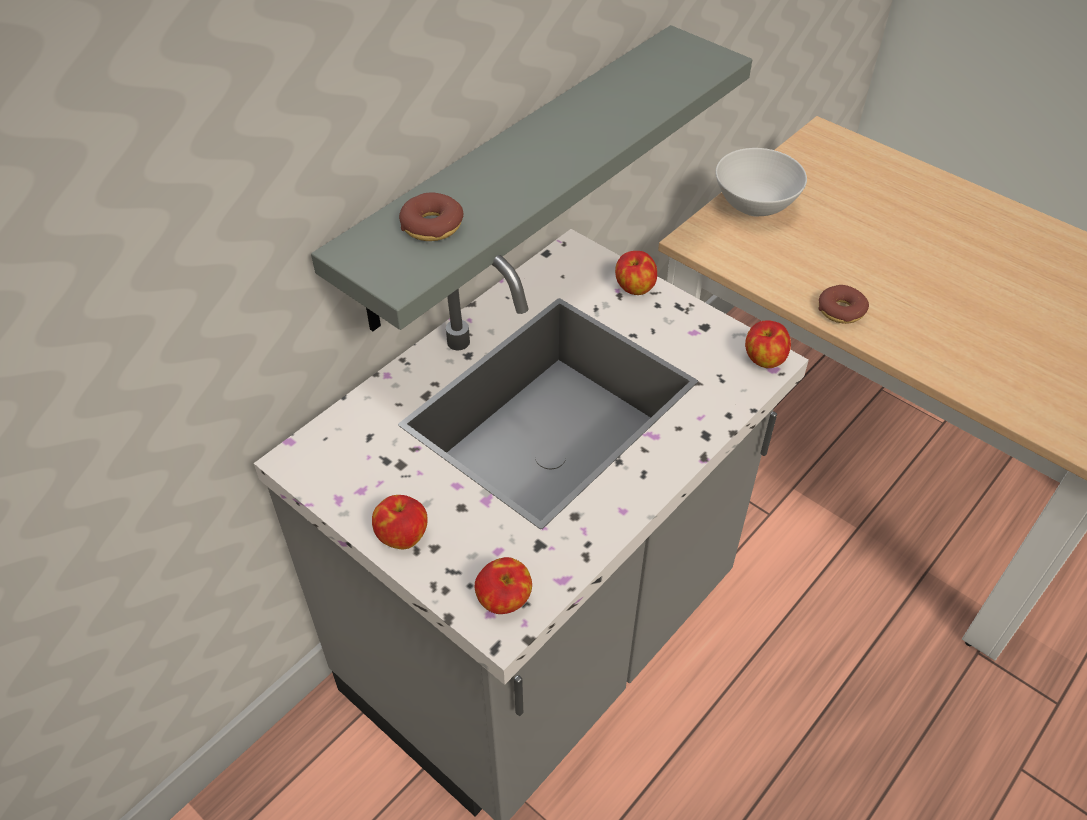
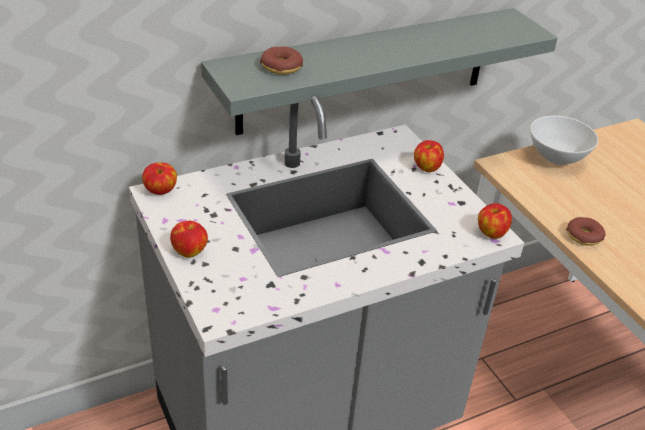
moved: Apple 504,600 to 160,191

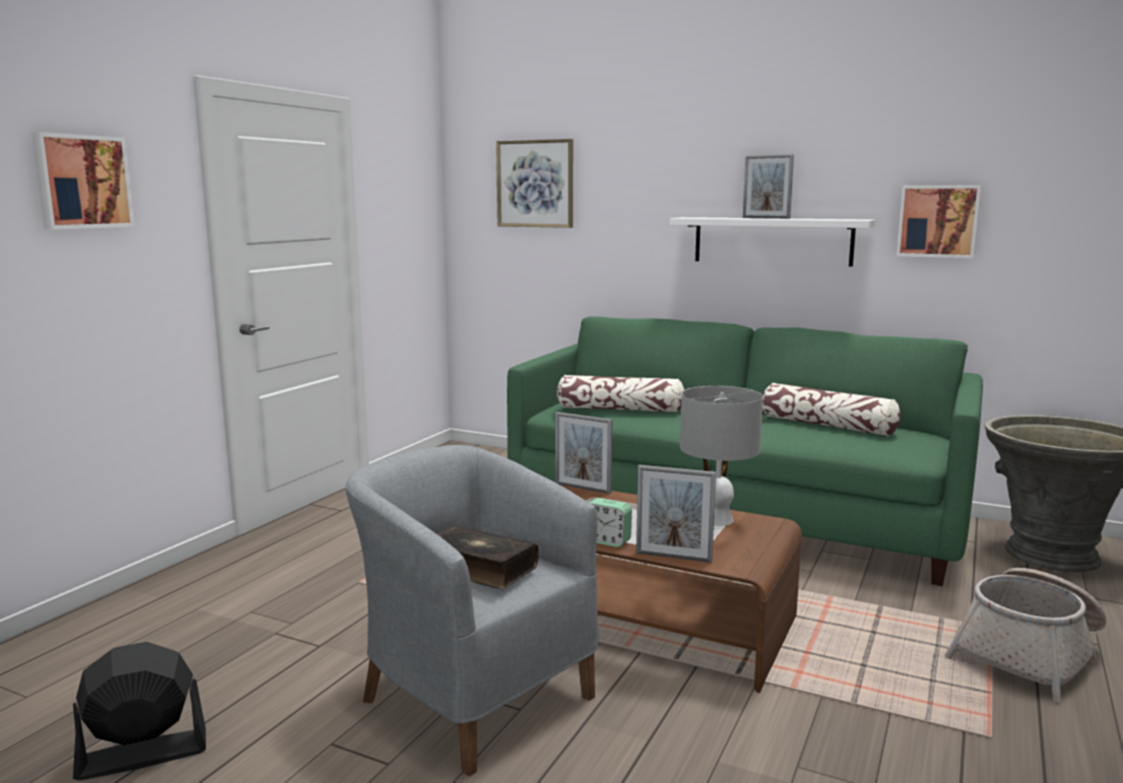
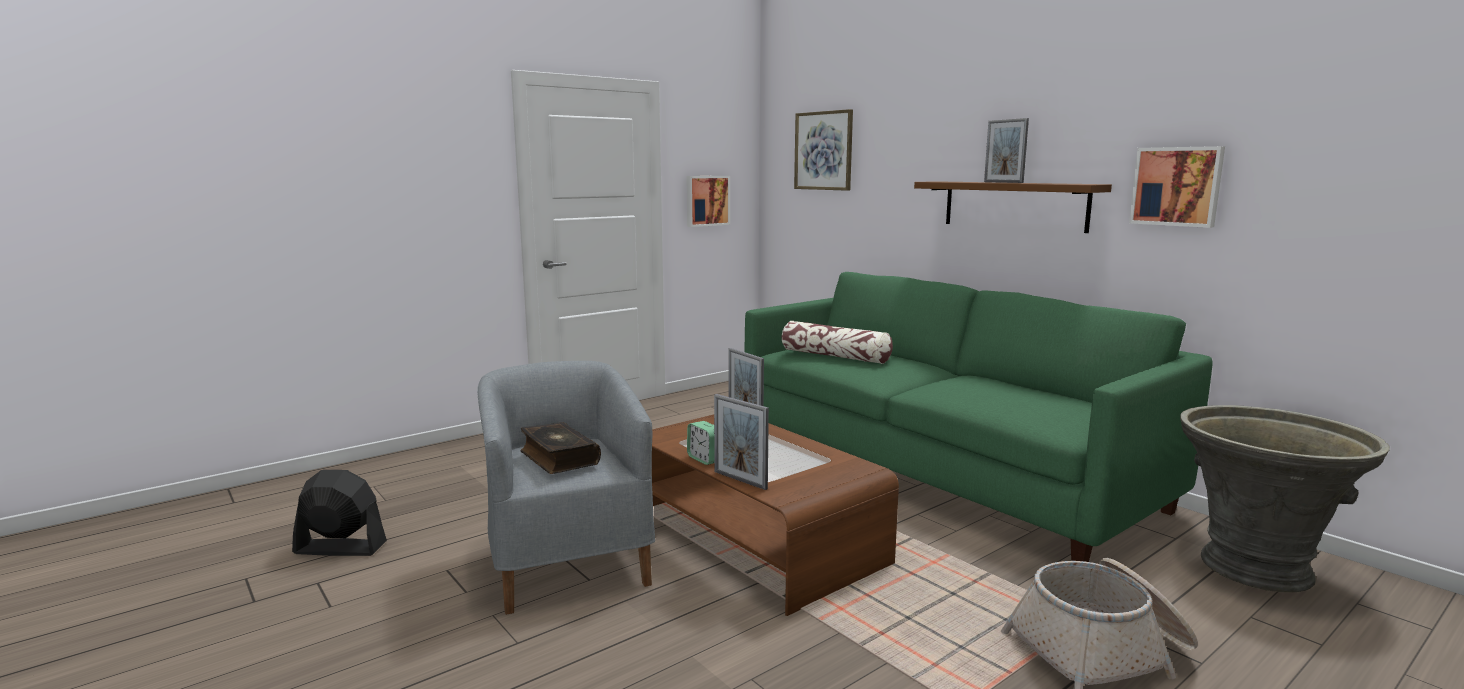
removed: Pillow 828,425; GreyTableLamp 716,519
moved: Picture 82,182 to 707,200
recoloured: WhiteShelf 772,241 to BrownShelf 1014,205

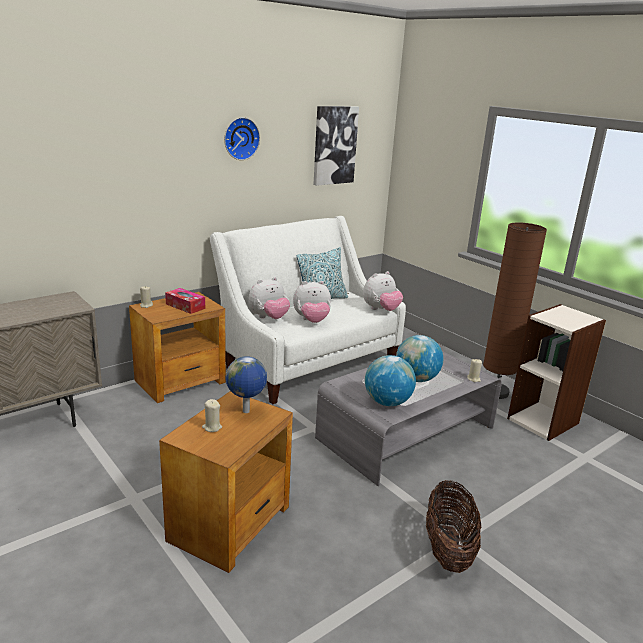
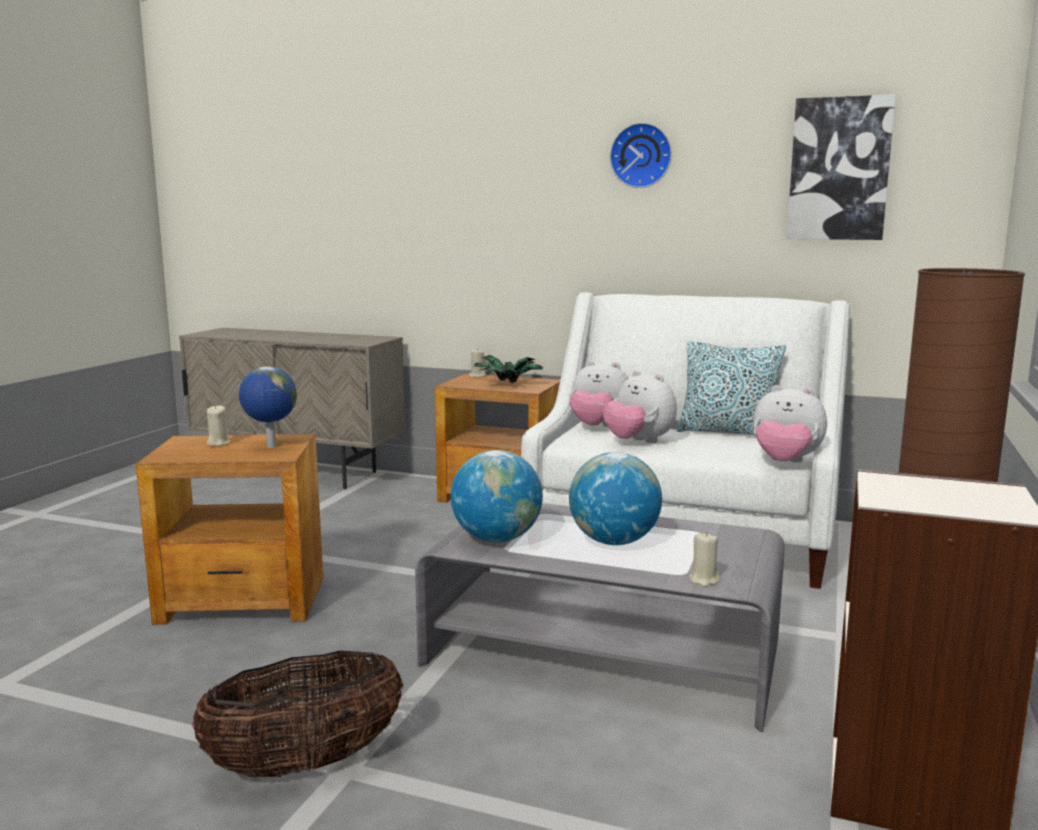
replaced: TissueBox 185,306 to PottedPlant 507,384

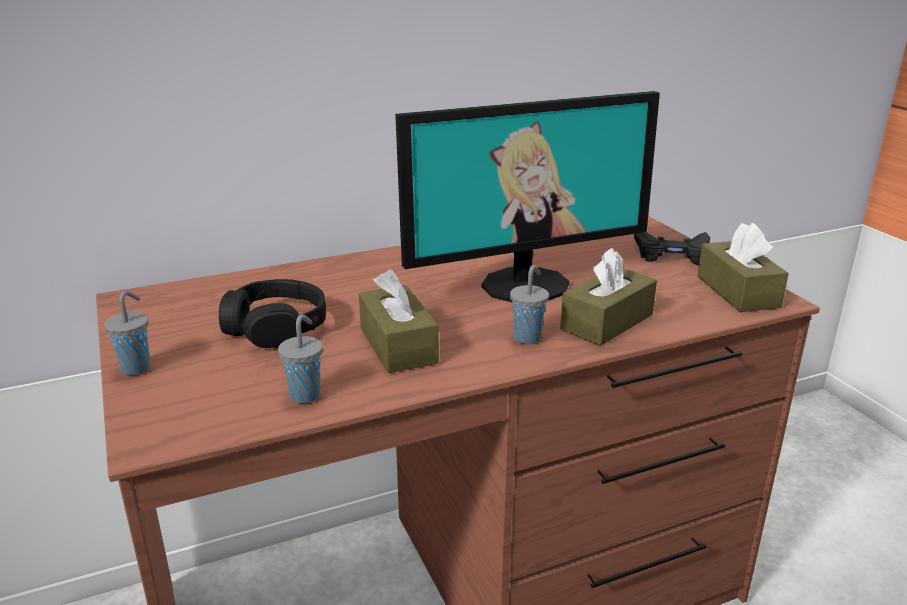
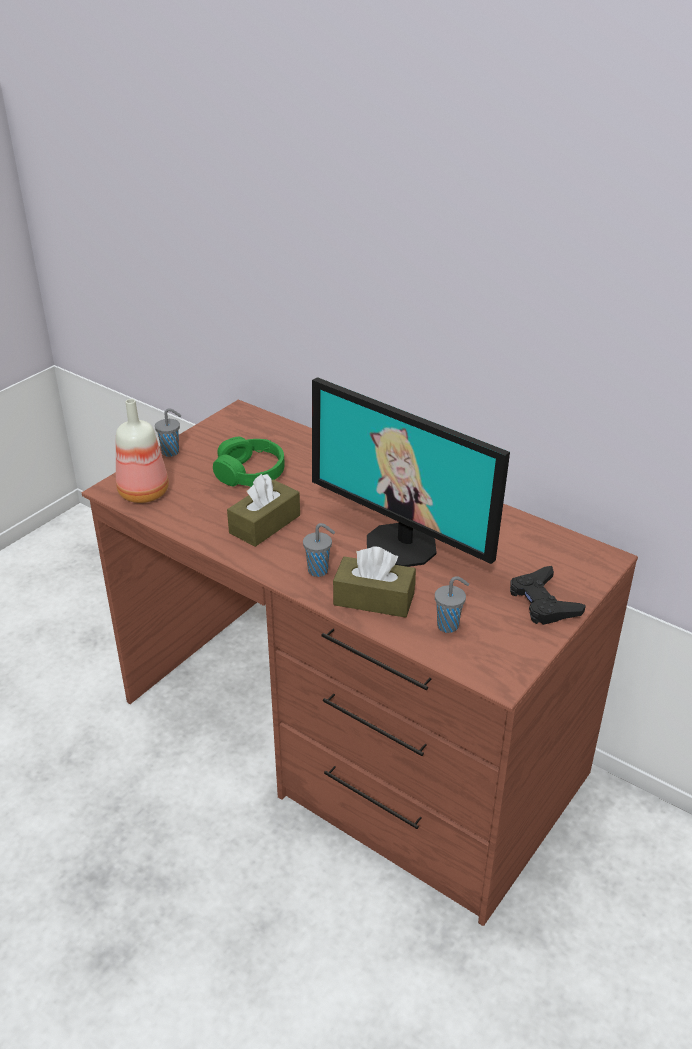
removed: BrownTissueBox 737,291
added: Bottle 145,493
moved: GreyCup 306,395 to 449,626
recoloured: BlackHeadphones 275,327 to GreenHeadphones 250,473

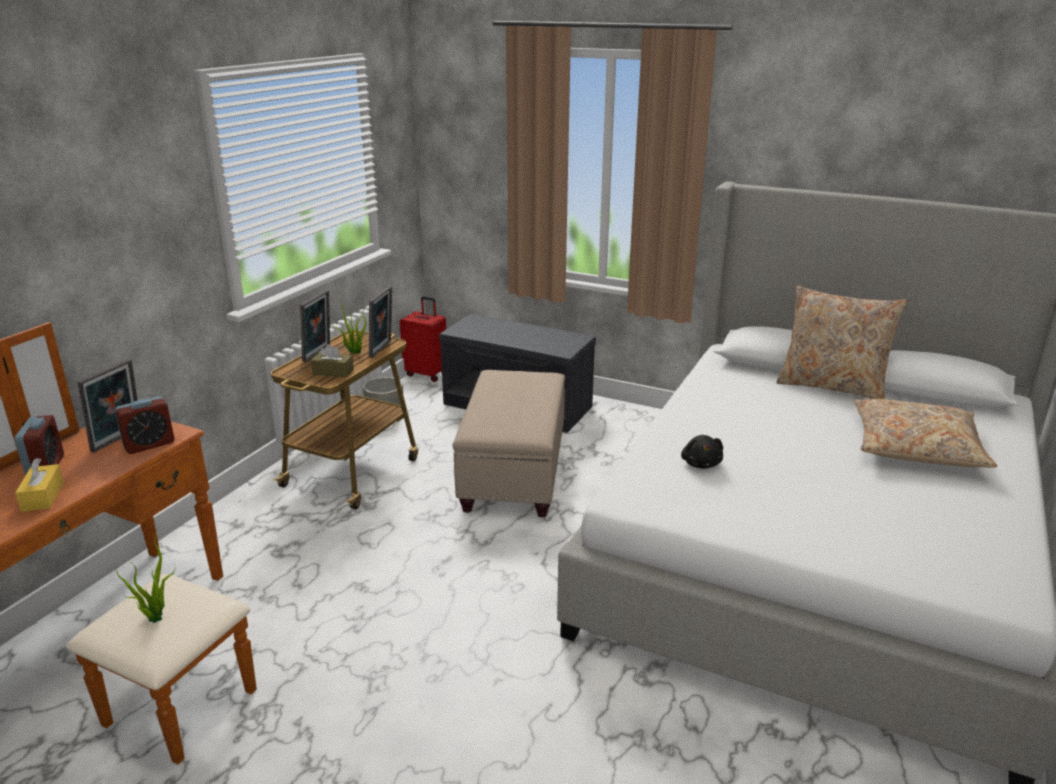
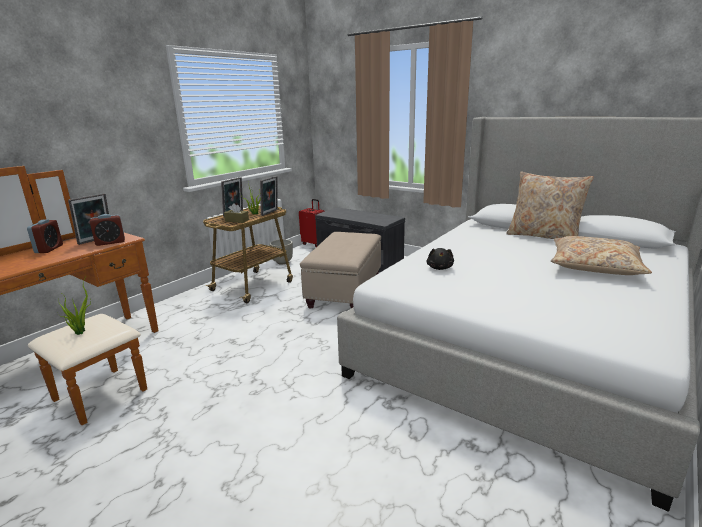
removed: YellowTissueBox 42,496

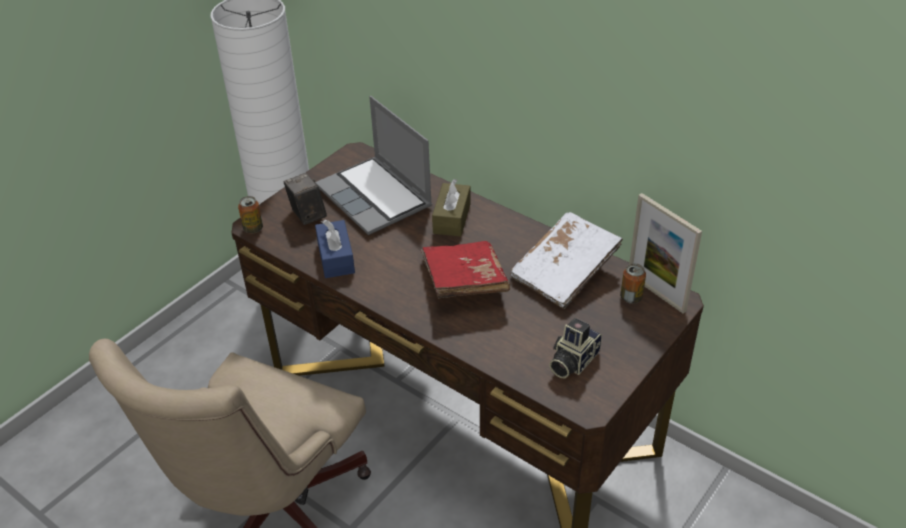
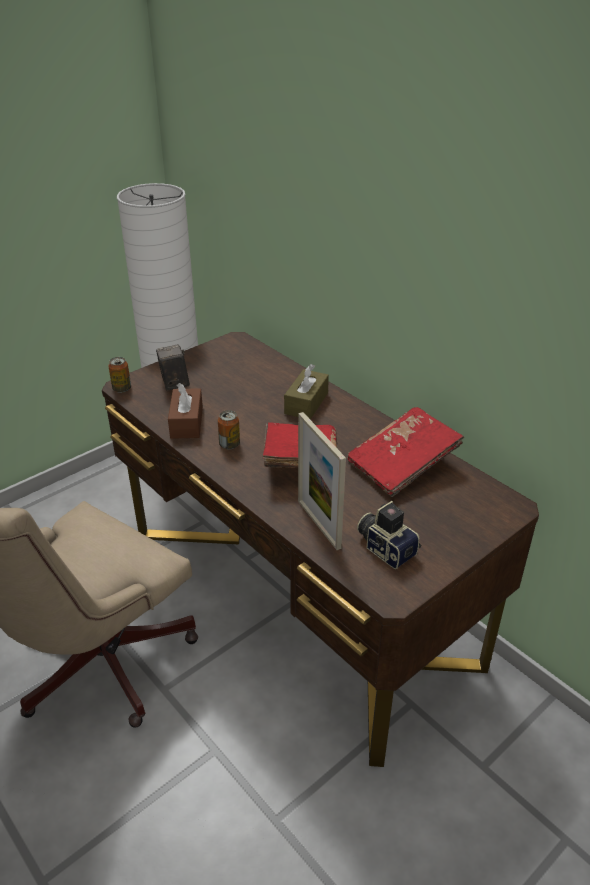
removed: Laptop 376,197
moved: PictureFrame 656,292 to 318,524; Can 631,297 to 229,444
recoloured: WhiteBook 565,272 to RedBook 403,464; BlueTissueBox 336,258 to BrownTissueBox 186,422
turned: PhotoCamera 572,361 = 386,547 90 degrees clockwise

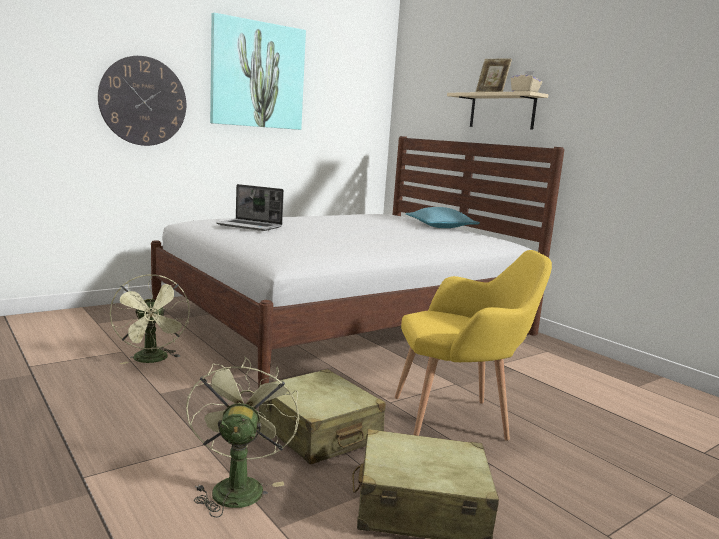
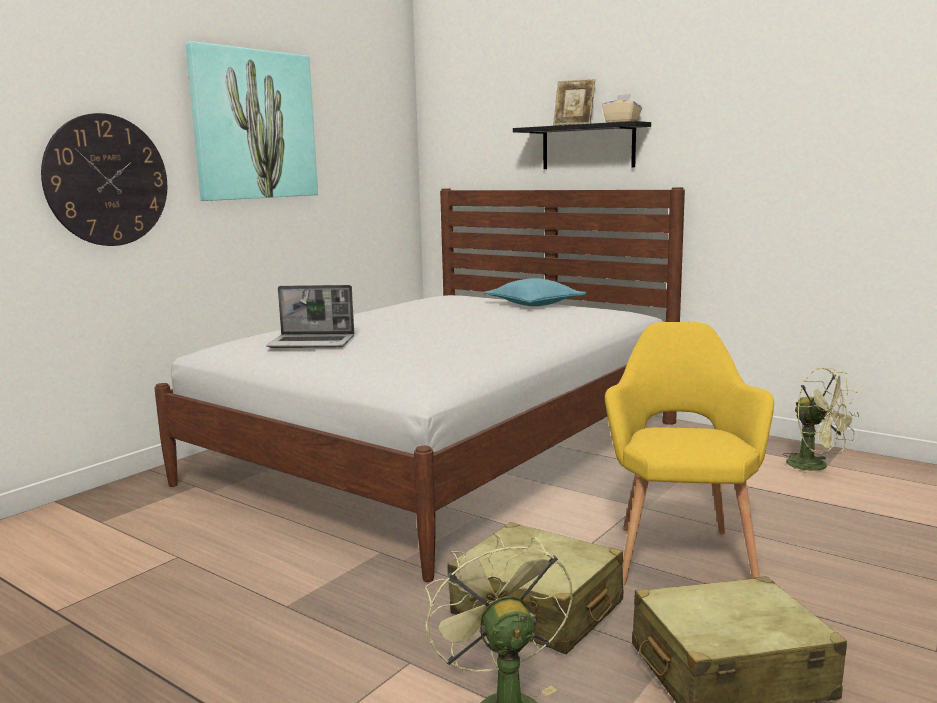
moved: GreenFan 152,360 to 816,466
recoloured: BeigeShelf 502,111 to BlackShelf 588,147
turned: YellowArmchair 458,420 = 680,552 60 degrees counterclockwise

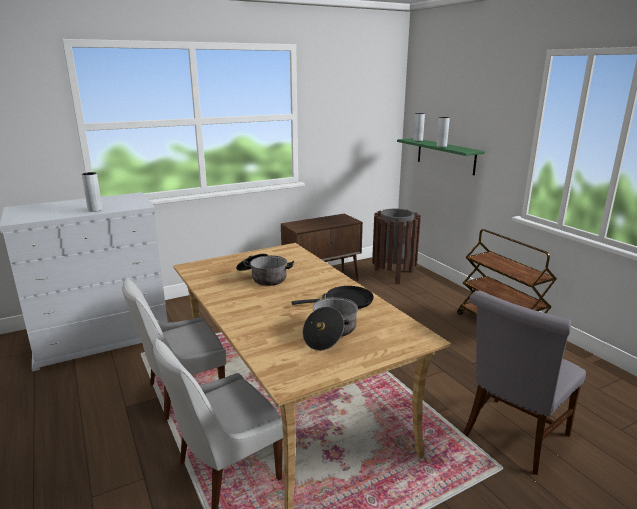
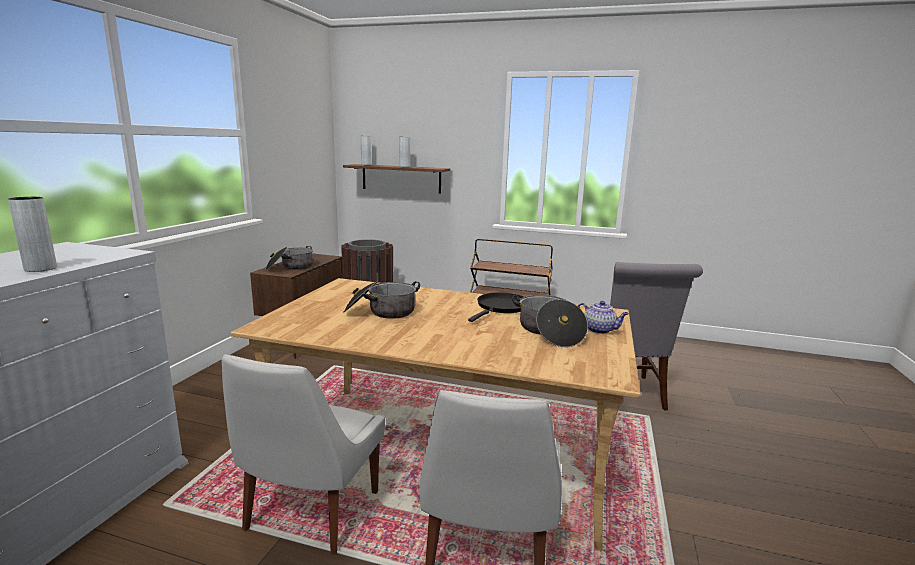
added: CookingPot 290,267; Teapot 600,330
recoloured: GreenShelf 445,156 to BrownShelf 401,178

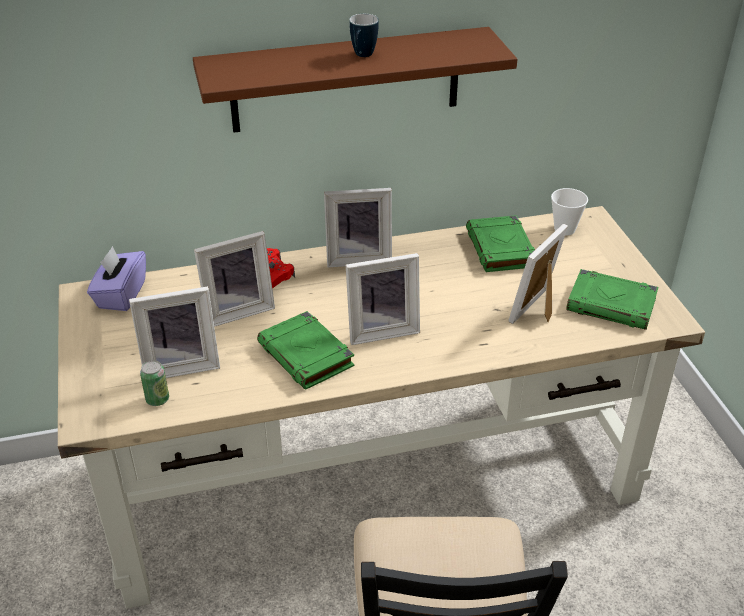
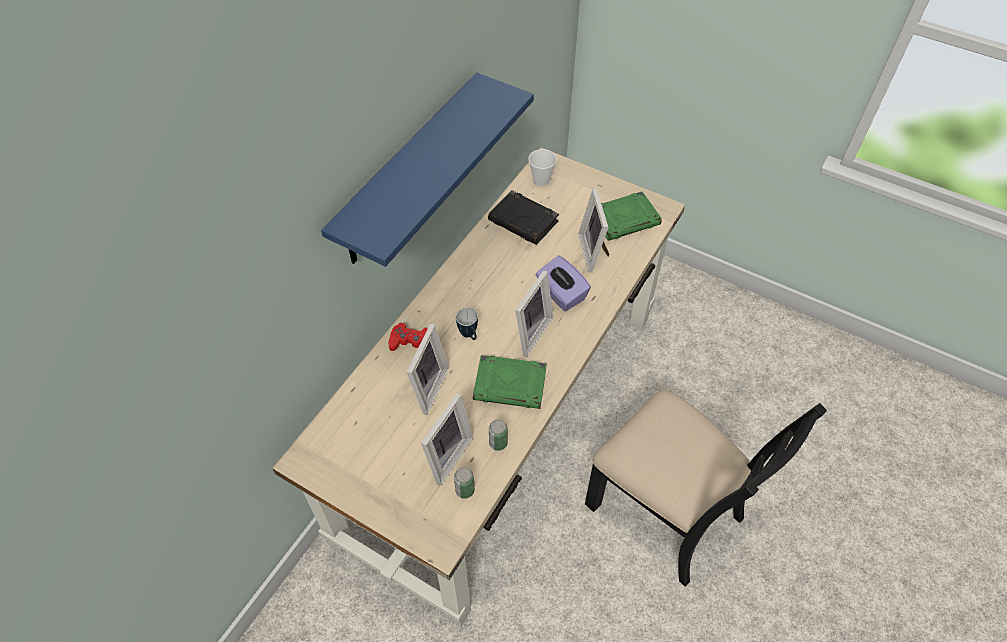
removed: PictureFrame 358,257
added: Can 498,443
moved: Mug 362,56 to 469,335; PurpleTissueBox 121,295 to 561,294
recoloured: BrownShelf 346,80 to BlueShelf 408,172; GreenBook 500,249 to BlackBook 524,221

